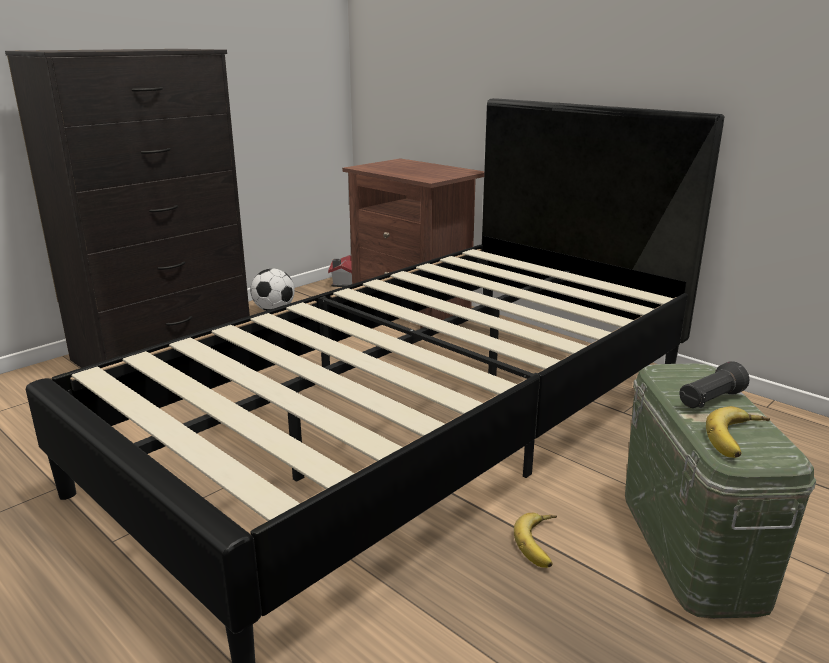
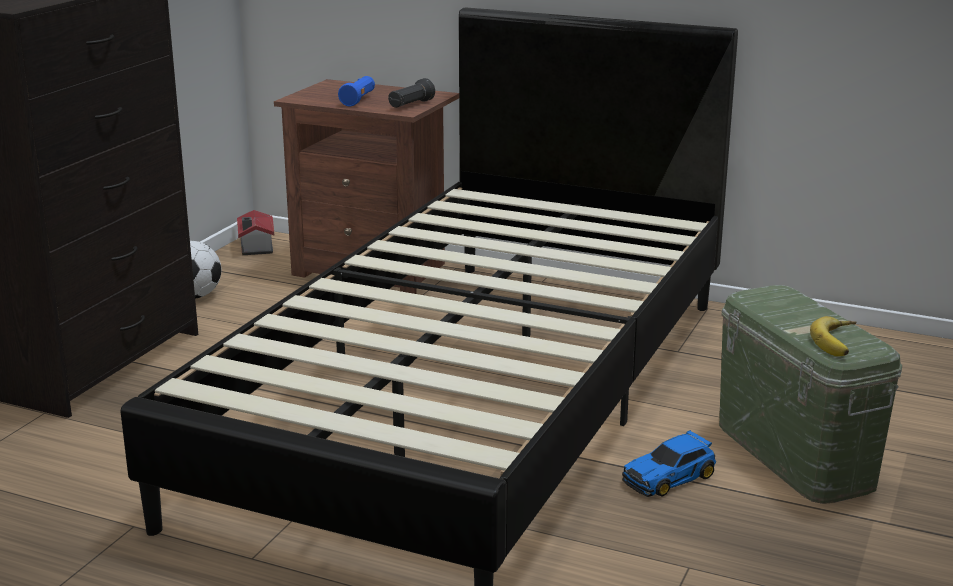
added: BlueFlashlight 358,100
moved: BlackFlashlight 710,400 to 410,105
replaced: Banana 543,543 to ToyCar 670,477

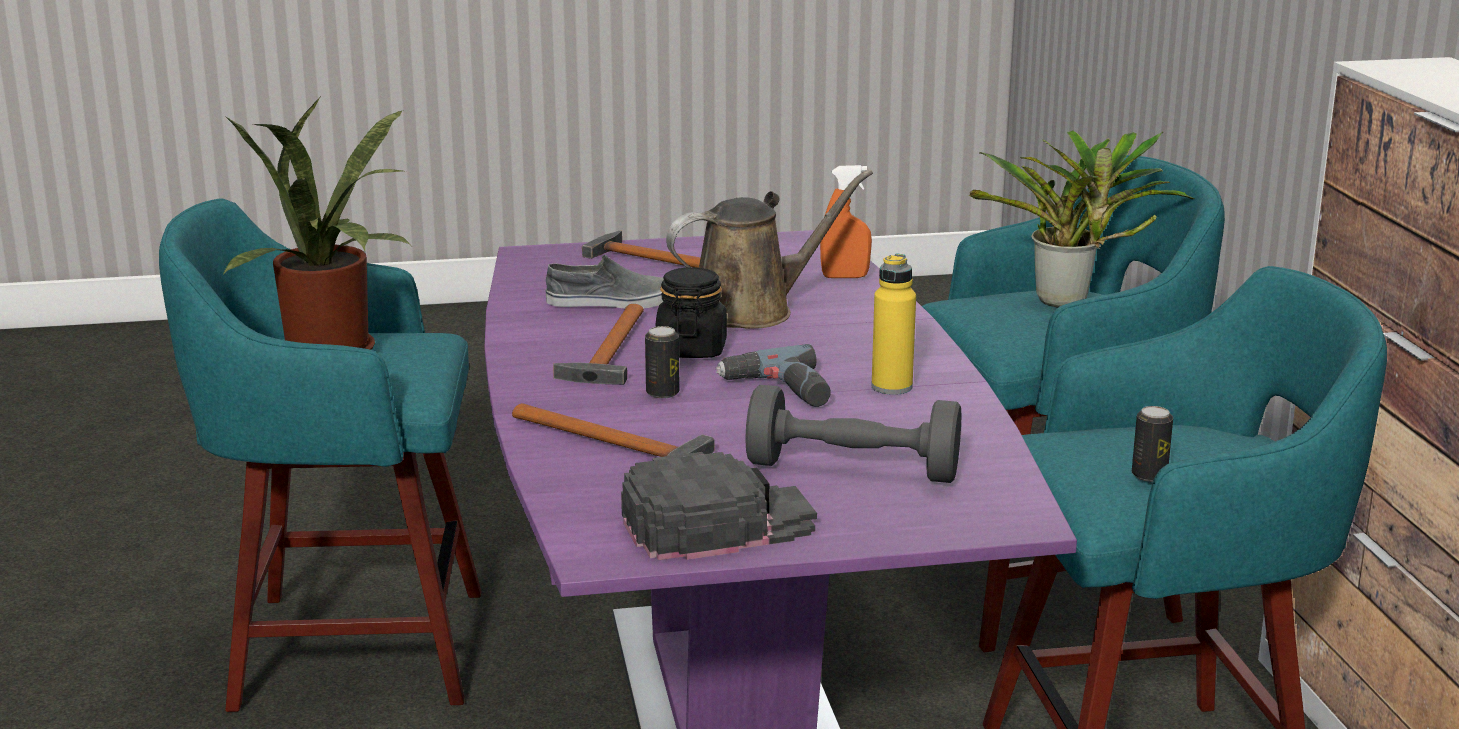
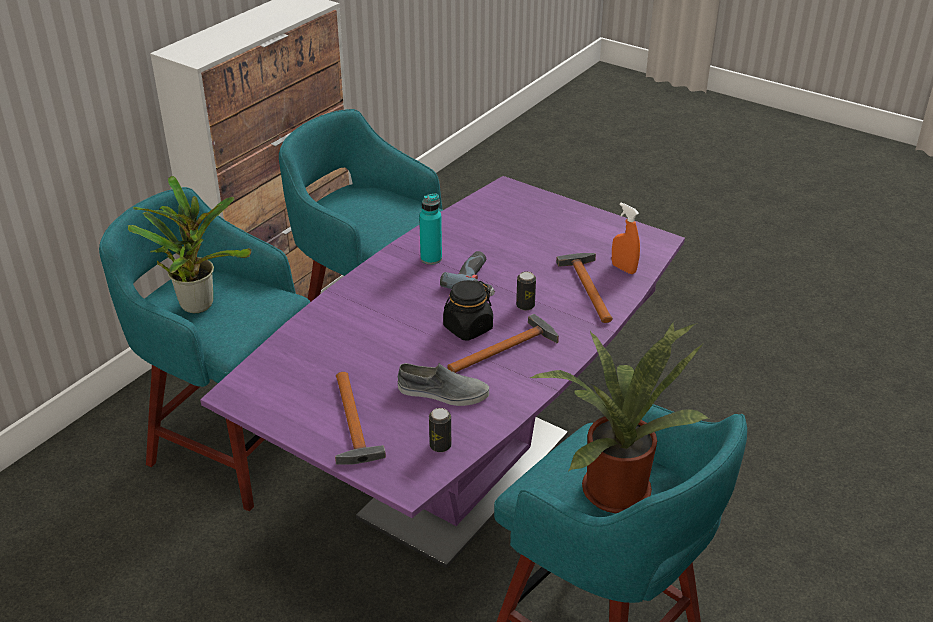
removed: BrownWateringCan 751,310; GreyDumbbell 852,469; BlackCap 717,522
moved: OrangeSprayBottle 845,277 to 623,268; Can 1149,475 to 440,446
recoloured: YellowBottle 891,387 to TurquoiseBottle 431,258
turned: GreyShoe 611,302 = 443,393 150 degrees clockwise

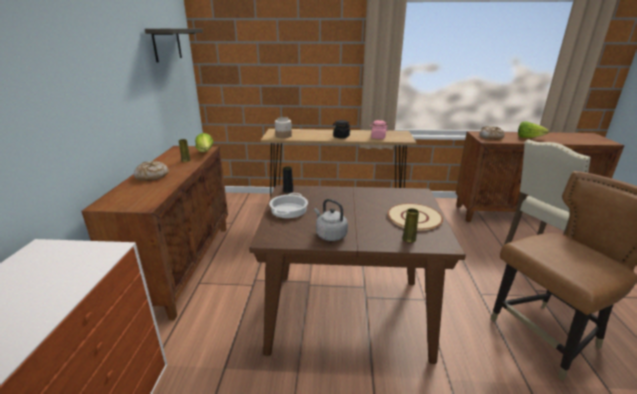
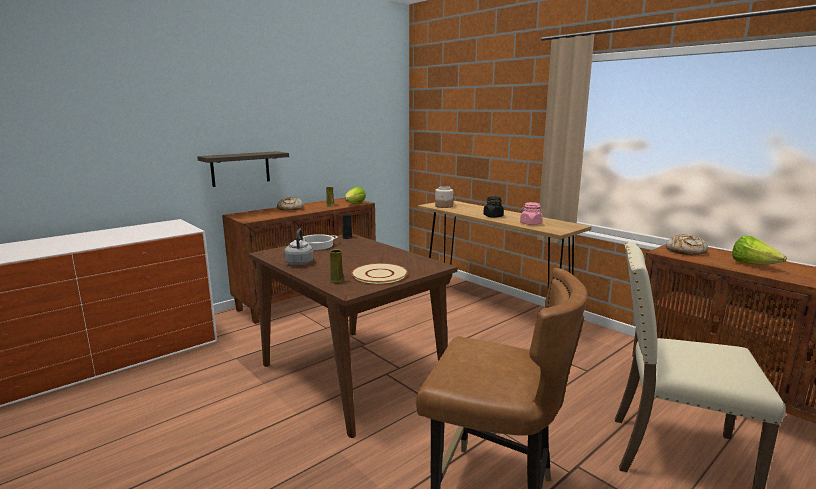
moved: Shelf 167,44 to 240,168

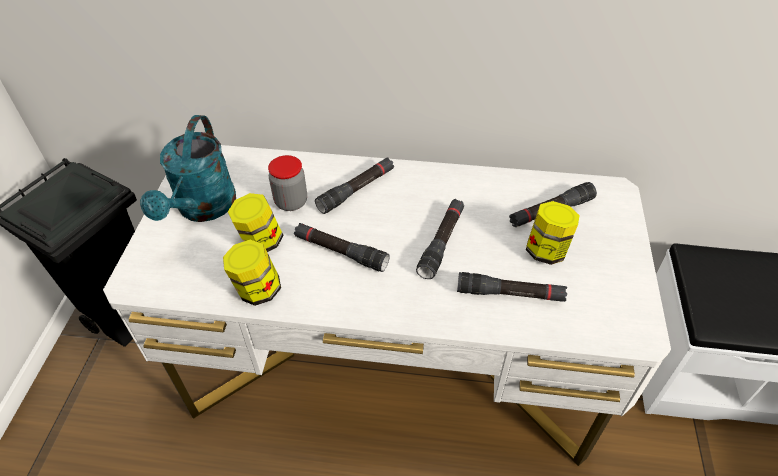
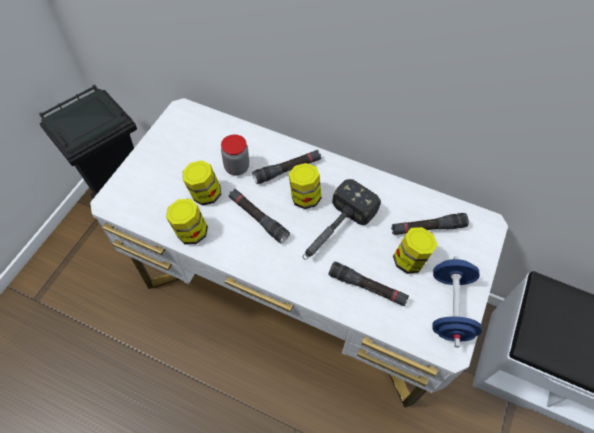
removed: TurquoiseWateringCan 203,209
added: Jar 304,197; BlueDumbbell 450,308
replaced: BlackFlashlight 441,243 to Hammer 333,231

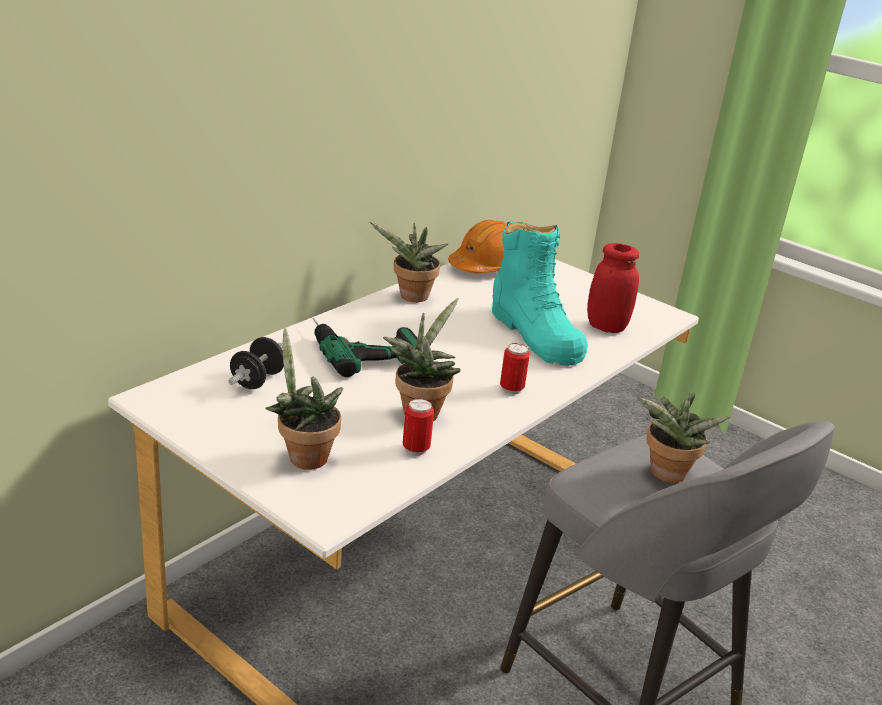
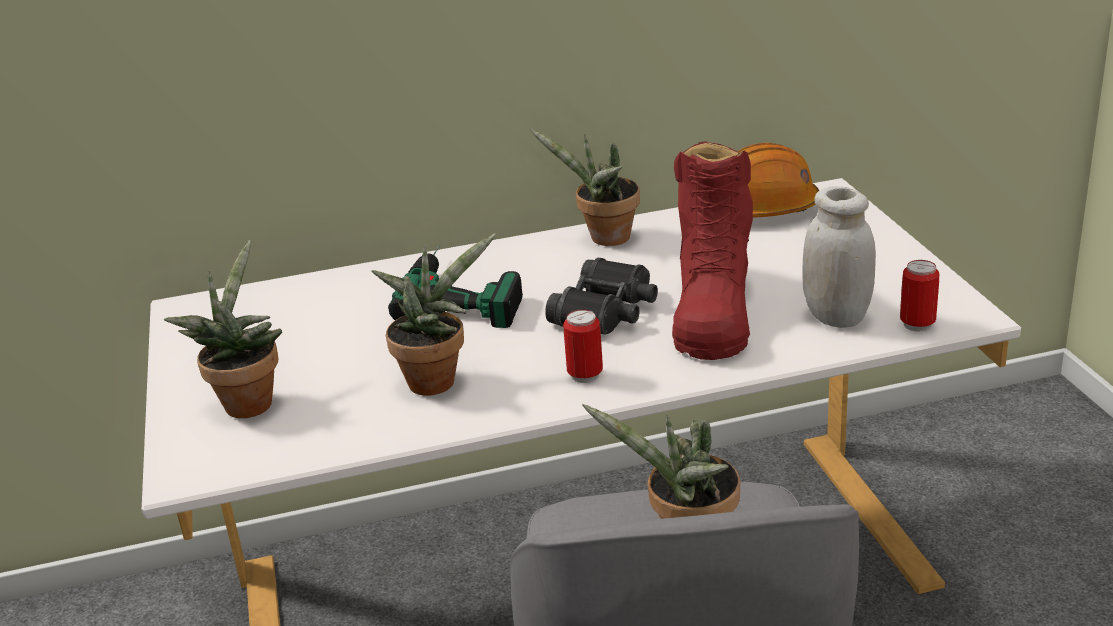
removed: BlackDumbbell 257,380
added: BlackBinoculars 606,311
moved: Can 416,449 to 917,324
recoloured: TurquoiseBoot 535,334 to RedBoot 712,311; RedJar 606,327 to WhiteJar 836,317

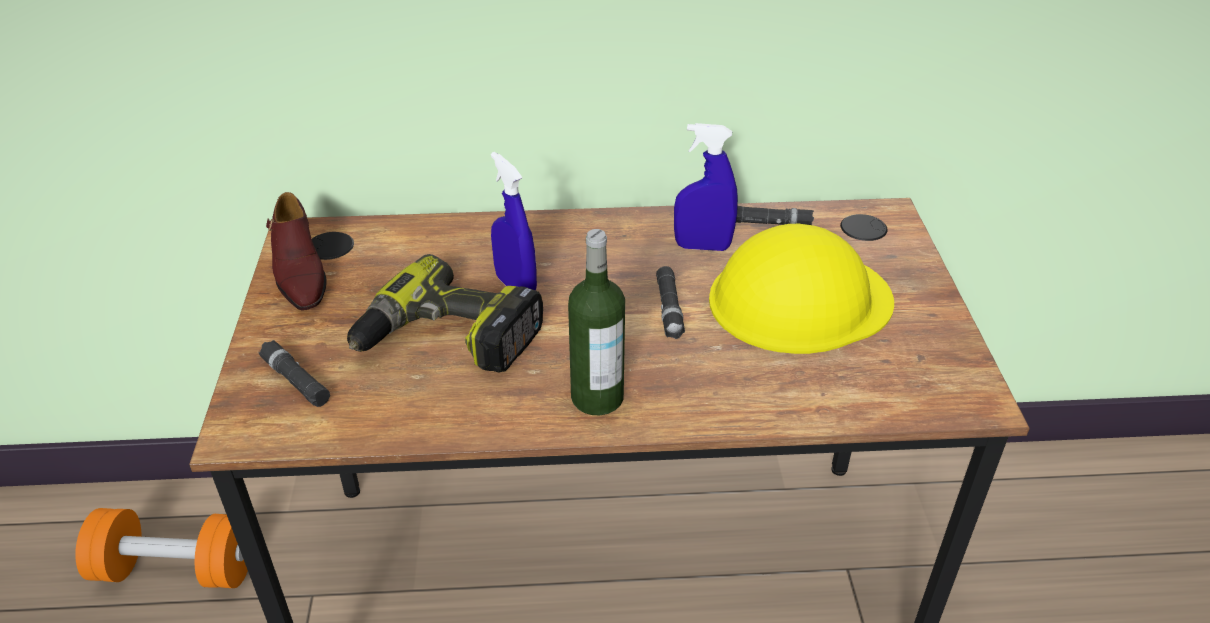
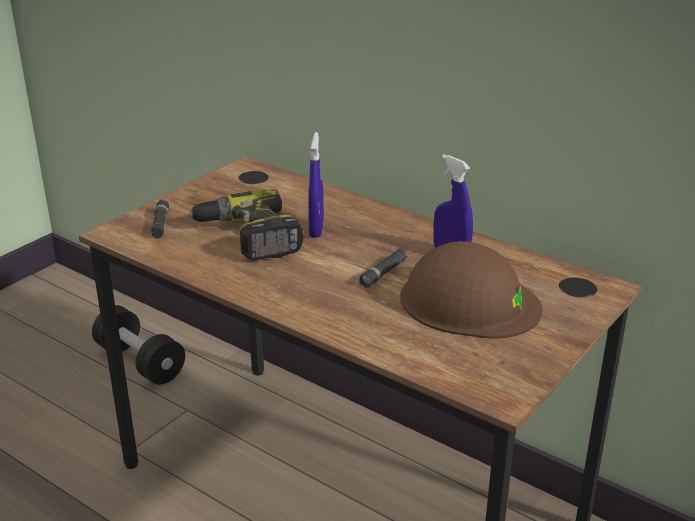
removed: BrownShoe 299,272; BlackFlashlight 770,223; Bottle 597,397
recoloured: YellowHardHat 799,300 to BrownHardHat 469,302; OrangeDumbbell 176,569 to BlackDumbbell 140,362

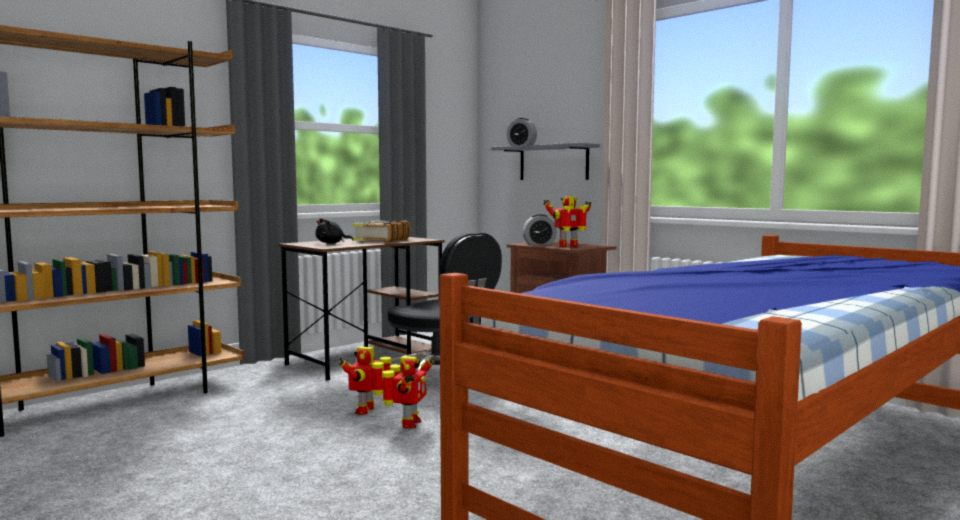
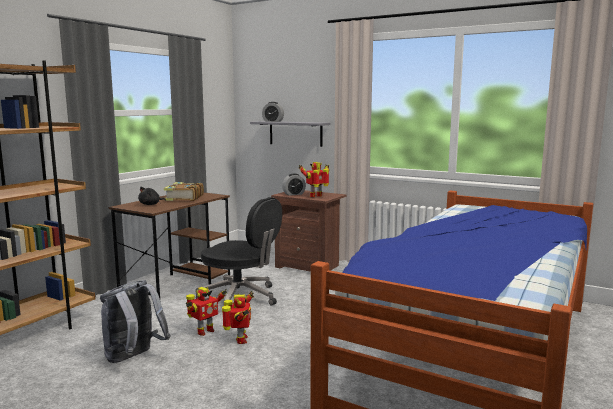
added: GreyBackpack 133,358
turned: ToyRobot 367,410 = 204,331 135 degrees counterclockwise

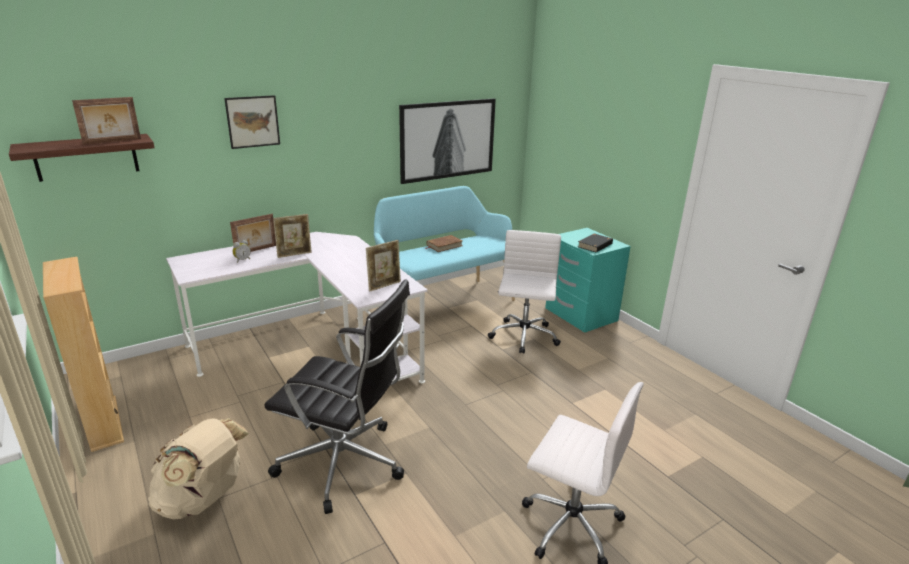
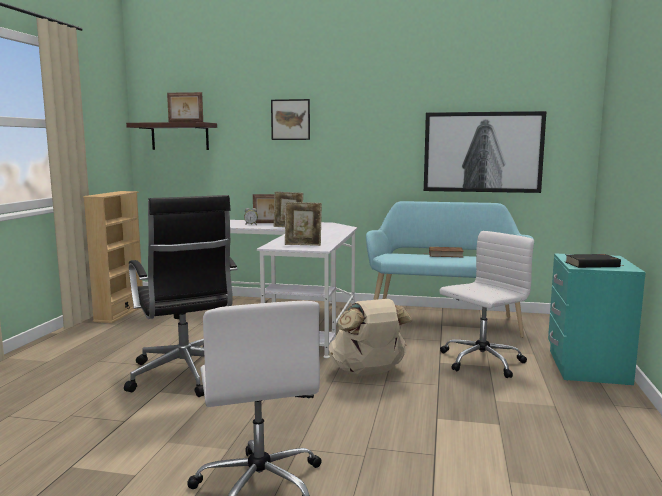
moved: BeigeBackpack 203,499 to 368,372

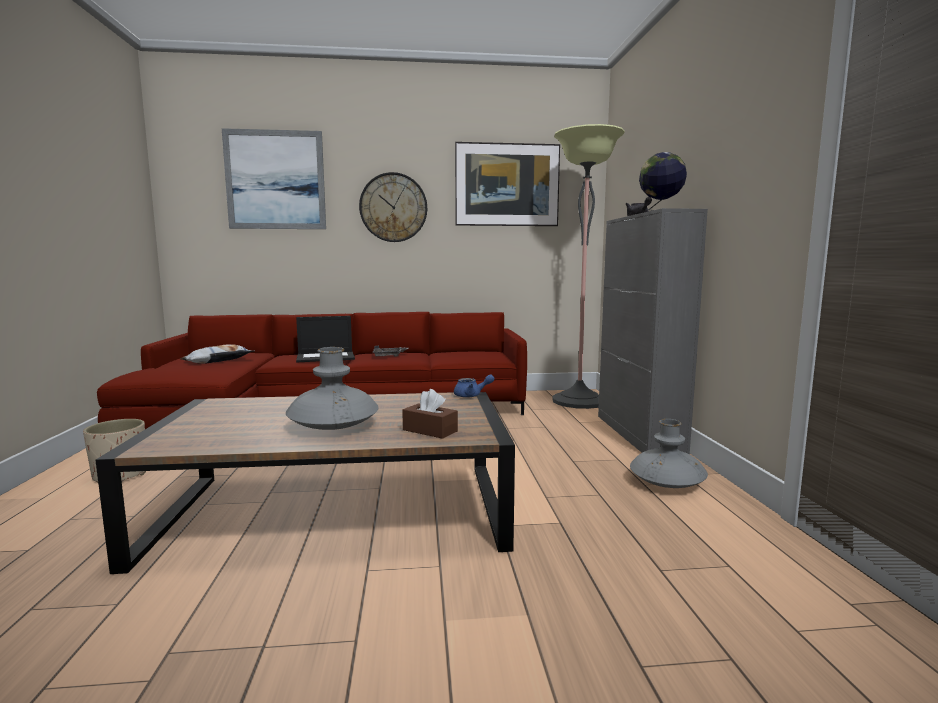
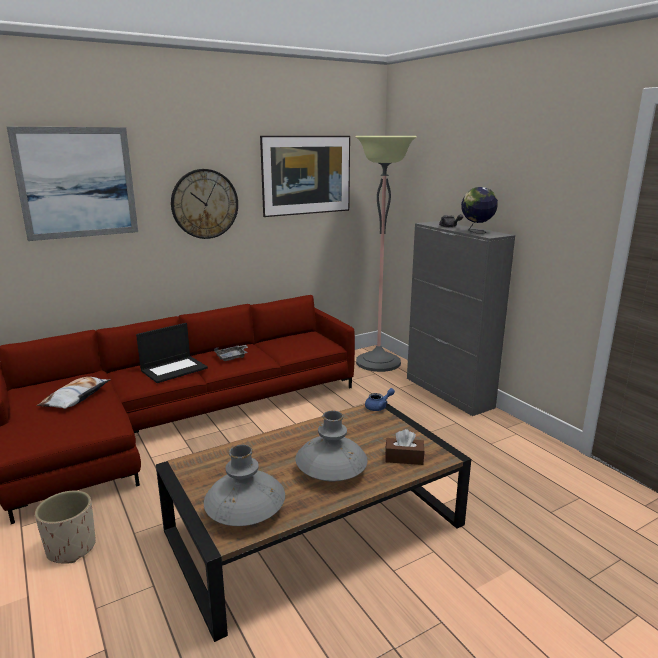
moved: GreyVase 666,482 to 245,510

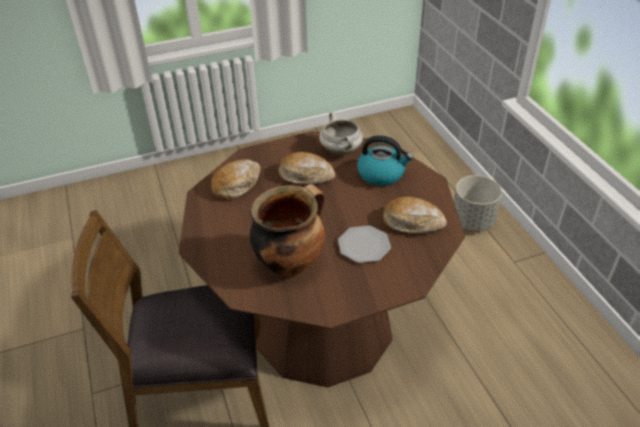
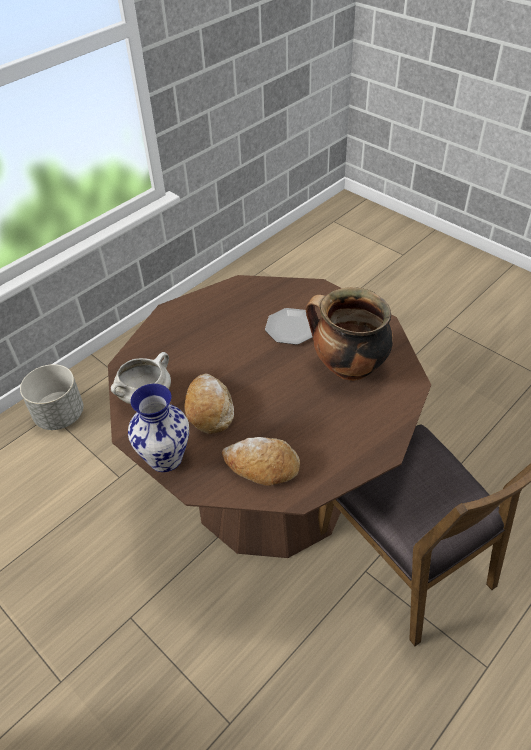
removed: Kettle 382,174; Bread 413,222
added: Vase 166,457

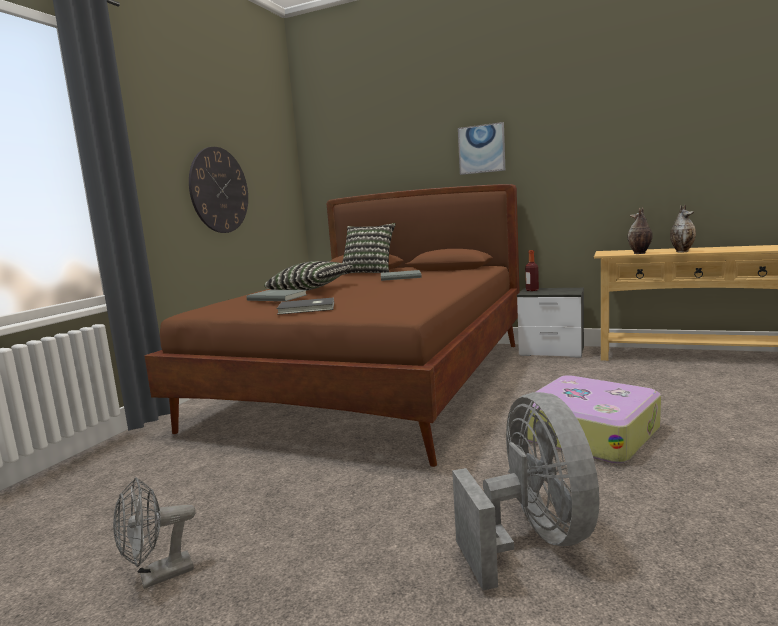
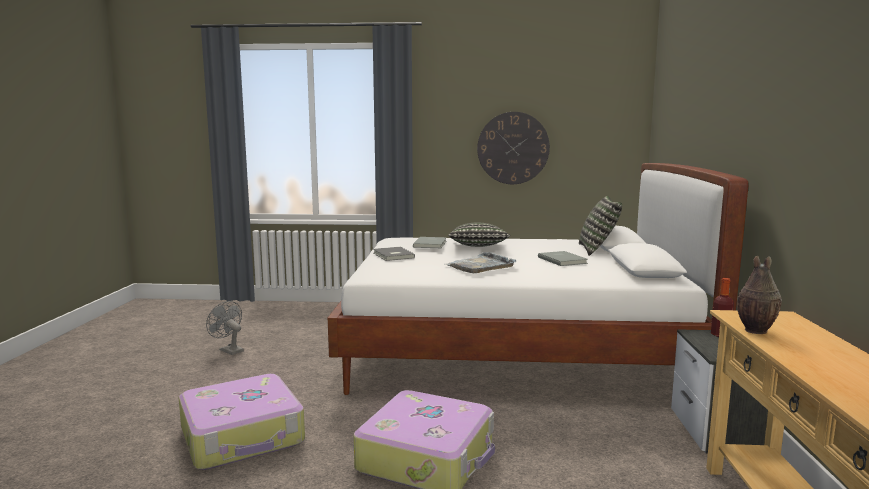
removed: Picture 481,149; Vase 682,251
added: GreyTray 480,266
replaced: GreyFan 532,540 to Suitcase 243,436
recoloured: BrownBed 374,383 to WhiteBed 514,351

